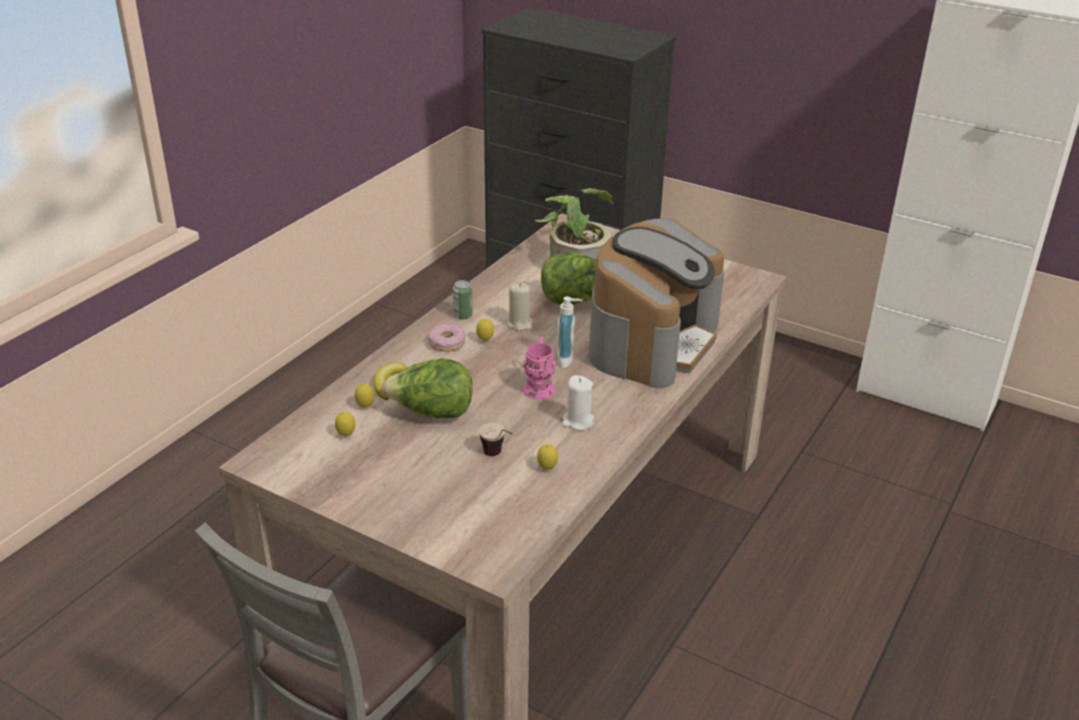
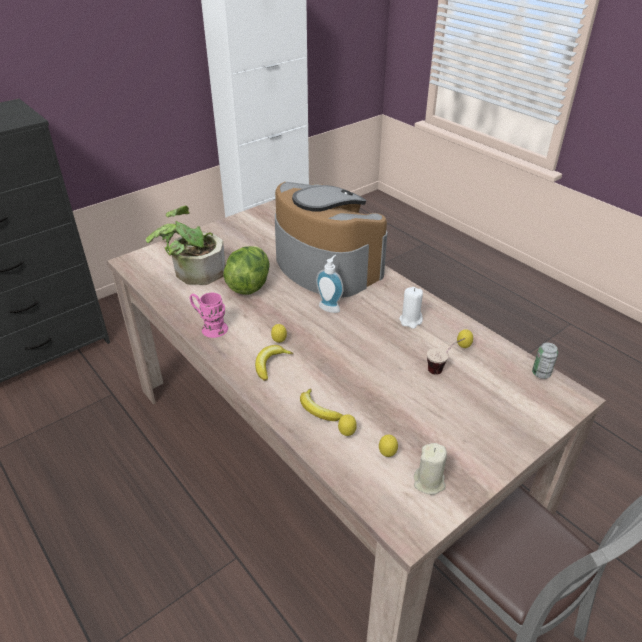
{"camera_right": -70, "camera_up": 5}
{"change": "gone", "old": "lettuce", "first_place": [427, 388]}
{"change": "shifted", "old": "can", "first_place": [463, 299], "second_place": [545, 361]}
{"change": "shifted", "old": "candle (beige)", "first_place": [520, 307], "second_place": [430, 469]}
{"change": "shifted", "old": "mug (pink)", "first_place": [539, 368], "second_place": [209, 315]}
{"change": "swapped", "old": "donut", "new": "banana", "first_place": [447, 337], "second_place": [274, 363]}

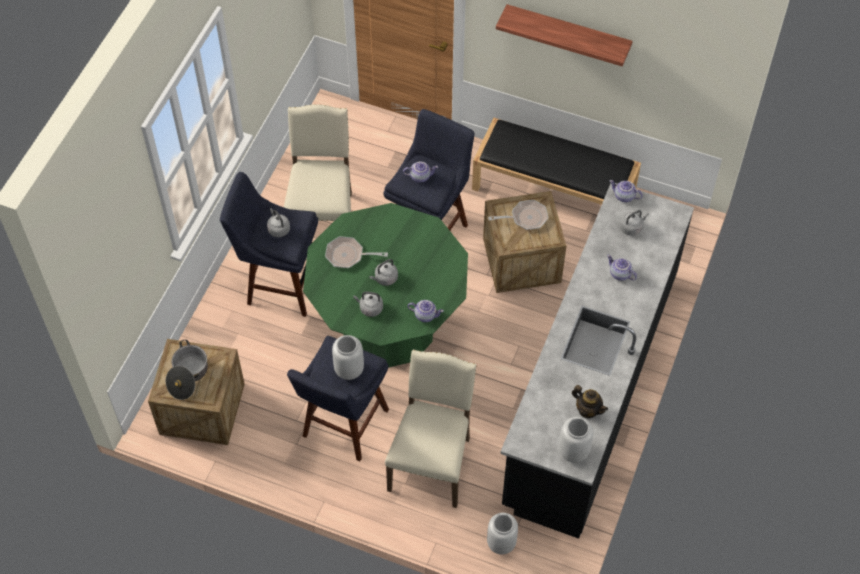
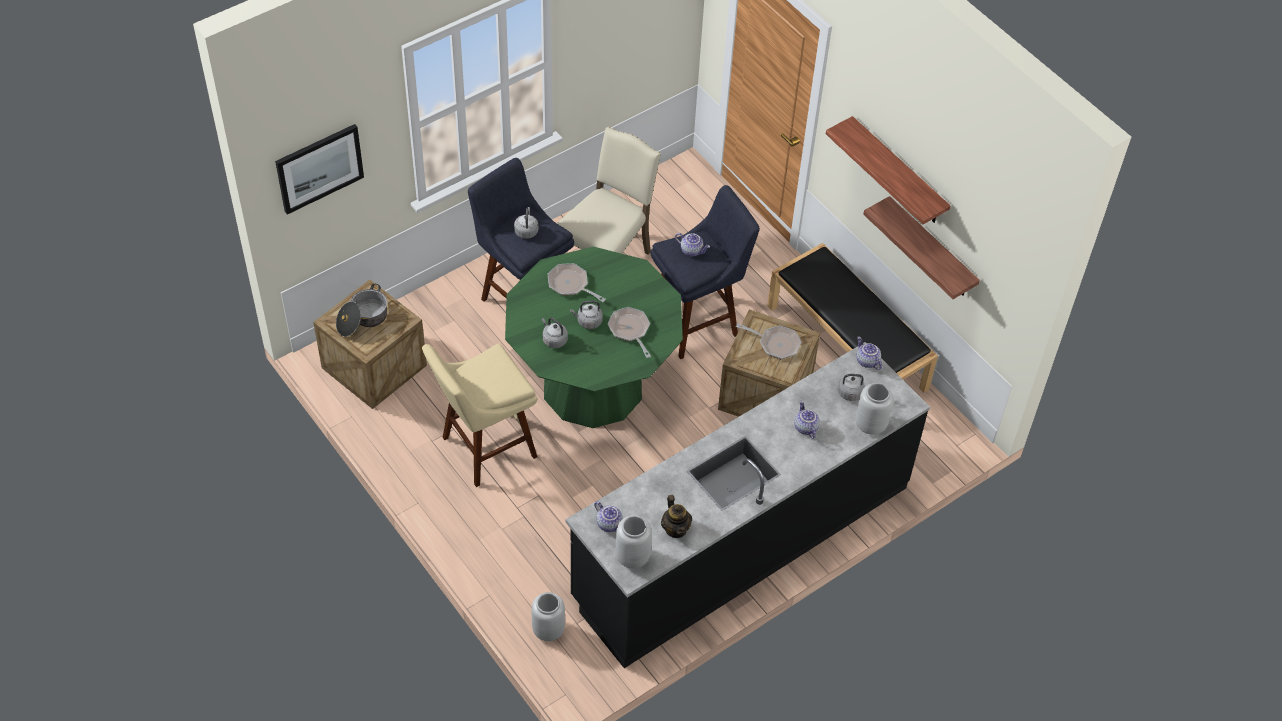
{"camera_right": 30, "camera_up": -5}
{"change": "gone", "old": "chair (beige)", "first_place": [430, 429]}
{"change": "new", "new": "picture", "second_place": [319, 169]}
{"change": "new", "new": "frying pan", "second_place": [629, 332]}
{"change": "new", "new": "shelf", "second_place": [921, 247]}
{"change": "shifted", "old": "vase (grey)", "first_place": [348, 357], "second_place": [875, 409]}
{"change": "shifted", "old": "teapot", "first_place": [426, 311], "second_place": [608, 517]}
{"change": "repainted", "old": "stool (blue)", "new": "stool (beige)", "first_place": [338, 399], "second_place": [479, 415]}

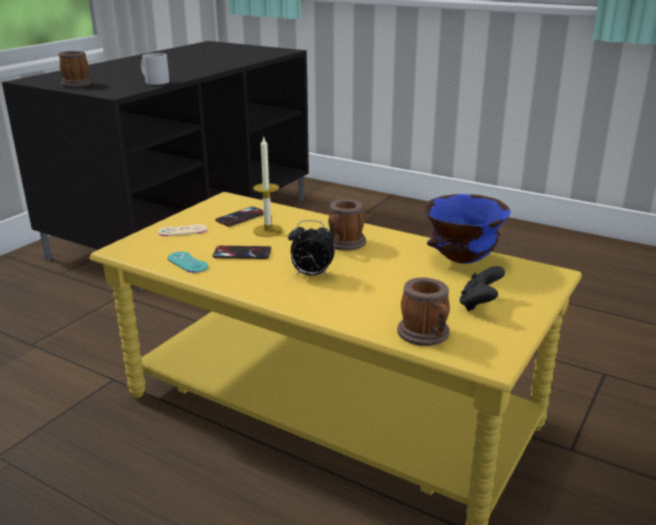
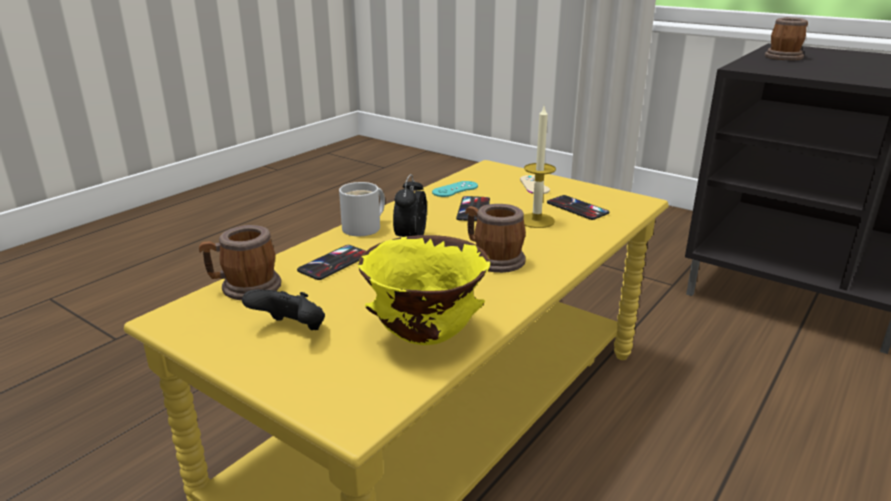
{"camera_right": 95, "camera_up": 0}
{"change": "new", "new": "phone", "second_place": [331, 262]}
{"change": "shifted", "old": "mug (white)", "first_place": [155, 69], "second_place": [362, 209]}
{"change": "repainted", "old": "bowl (blue)", "new": "bowl (yellow)", "first_place": [467, 229], "second_place": [424, 290]}

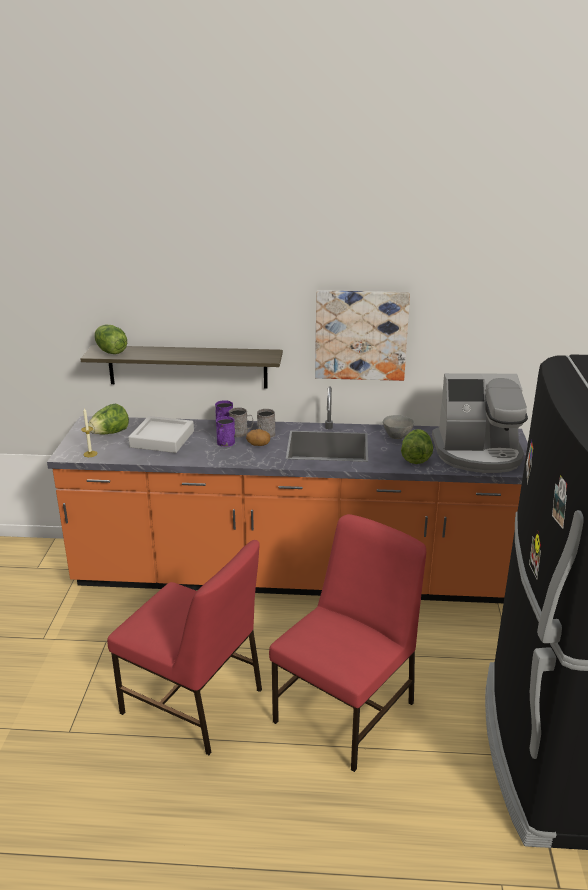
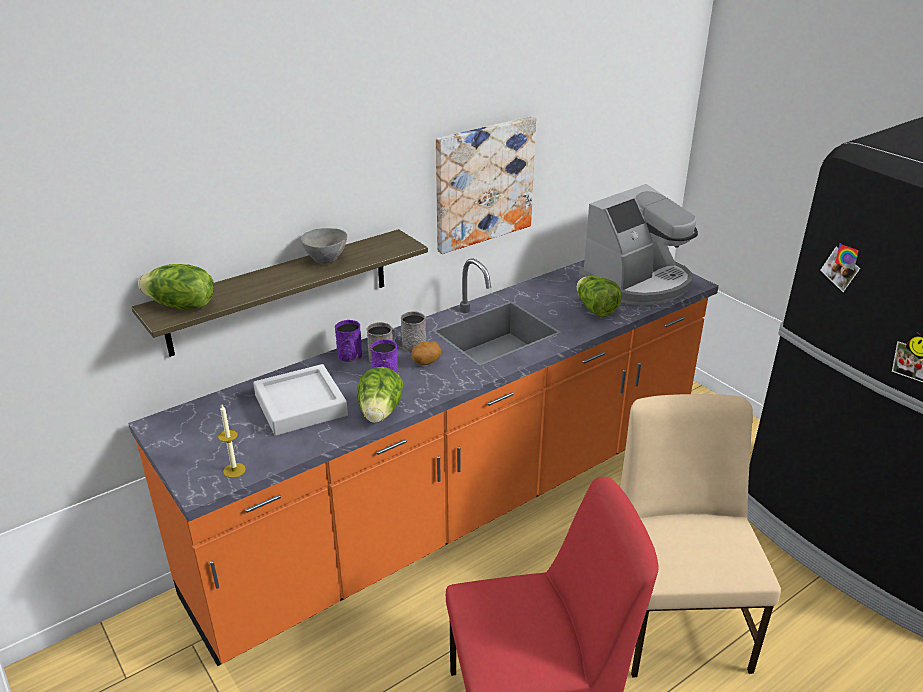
{"camera_right": -40, "camera_up": 5}
{"change": "shifted", "old": "lettuce", "first_place": [108, 419], "second_place": [380, 395]}
{"change": "shifted", "old": "bowl (grey)", "first_place": [398, 427], "second_place": [324, 246]}
{"change": "repainted", "old": "chair (red)", "new": "chair (beige)", "first_place": [347, 643], "second_place": [700, 535]}

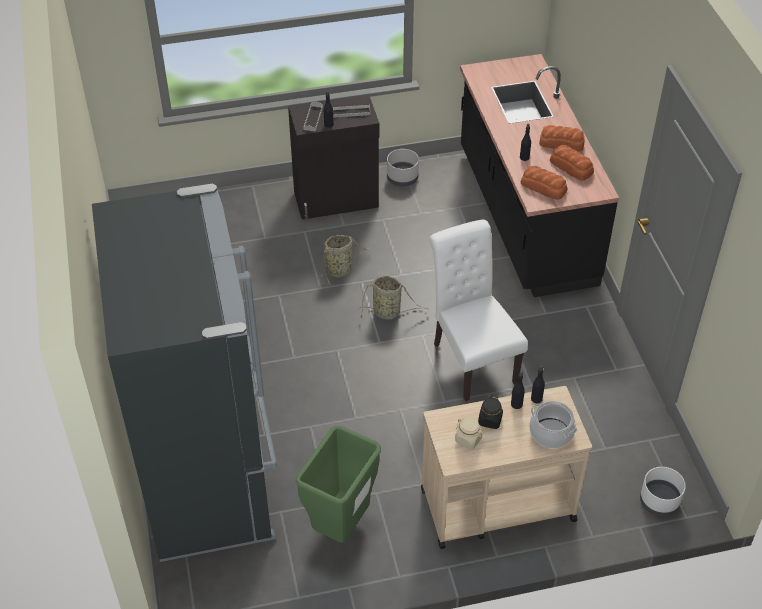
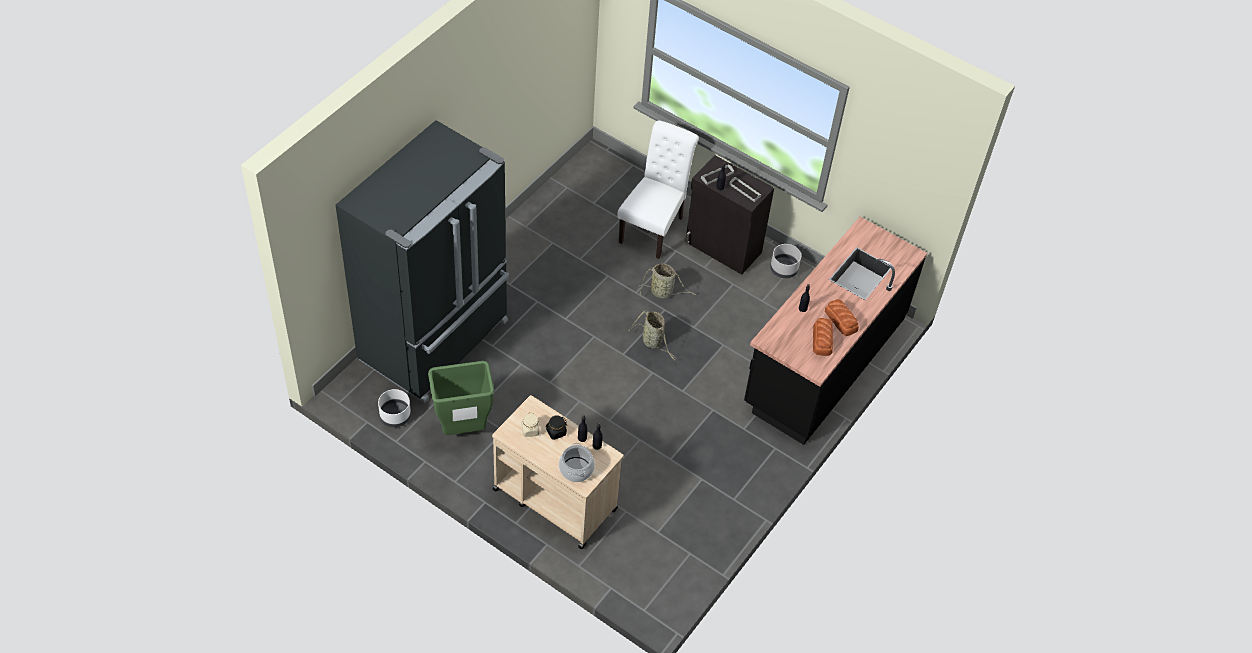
{"camera_right": 45, "camera_up": 5}
{"change": "gone", "old": "bread", "first_place": [544, 182]}
{"change": "shifted", "old": "chair (white)", "first_place": [478, 310], "second_place": [658, 189]}
{"change": "shifted", "old": "planter (white)", "first_place": [663, 491], "second_place": [394, 408]}

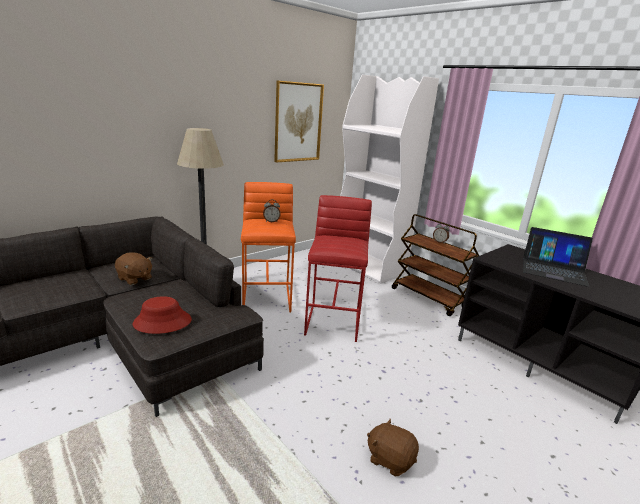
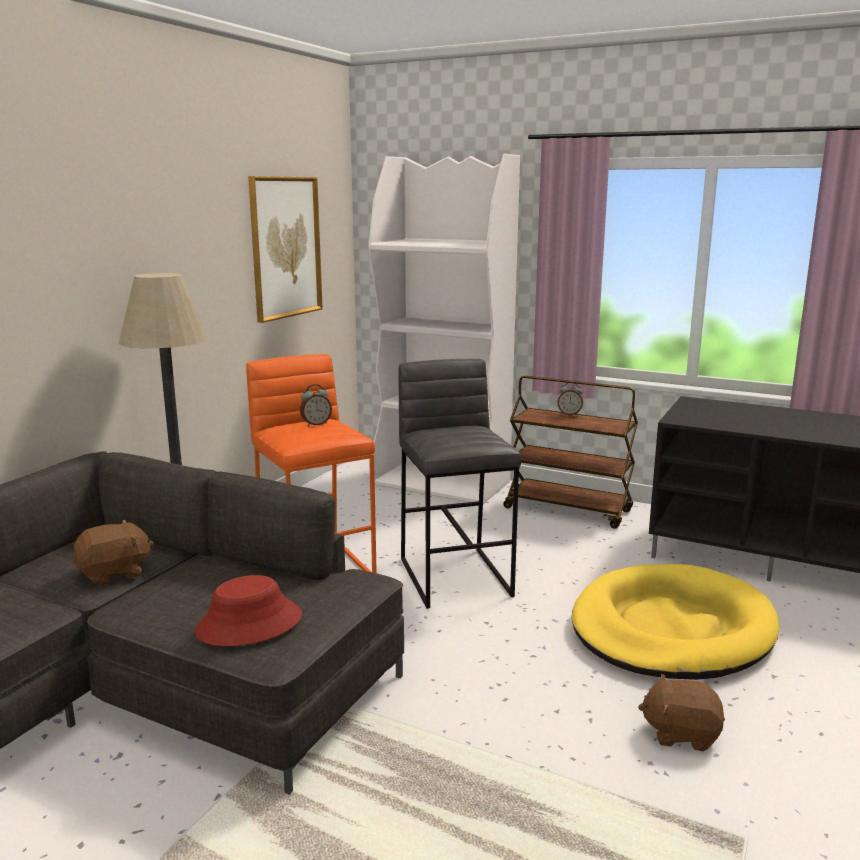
{"camera_right": -20, "camera_up": -5}
{"change": "gone", "old": "laptop", "first_place": [558, 257]}
{"change": "new", "new": "dog bed (yellow)", "second_place": [675, 622]}
{"change": "repainted", "old": "stool (red)", "new": "stool (grey)", "first_place": [338, 268], "second_place": [459, 484]}
{"change": "rotated", "old": "plush toy (brown)", "first_place": [134, 268], "second_place": [113, 553], "degrees": -45}

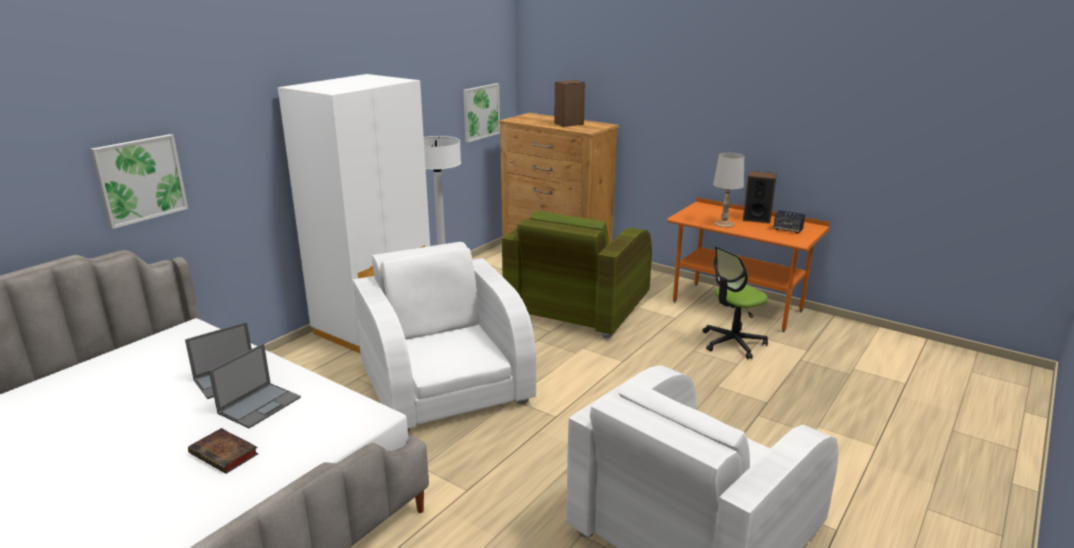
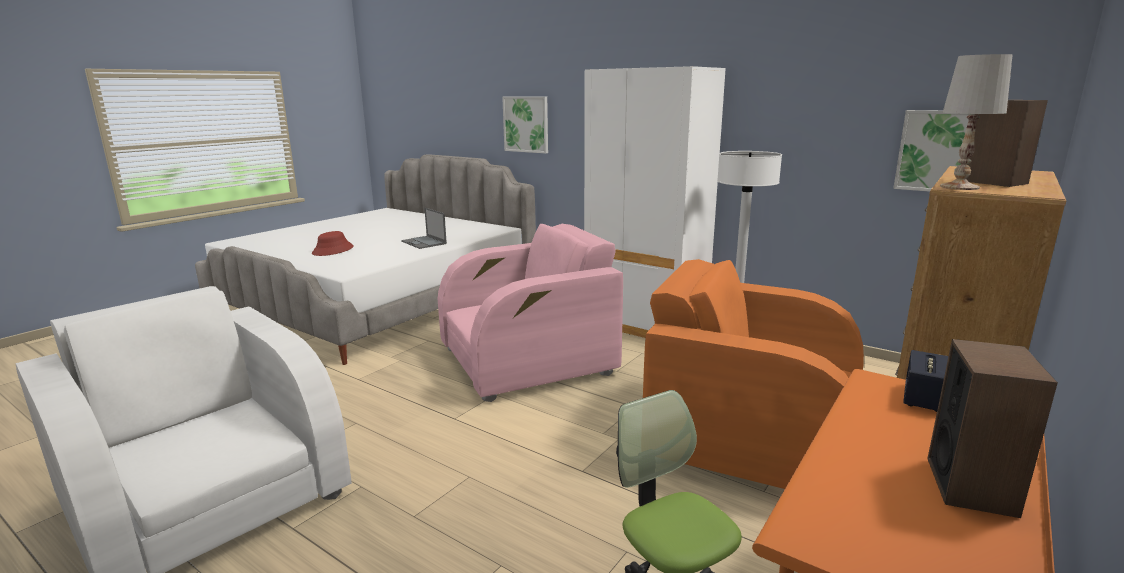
{"camera_right": 90, "camera_up": -5}
{"change": "gone", "old": "laptop", "first_place": [255, 386]}
{"change": "shifted", "old": "table lamp (white)", "first_place": [728, 190], "second_place": [976, 122]}
{"change": "shifted", "old": "speaker", "first_place": [789, 221], "second_place": [925, 381]}
{"change": "swapped", "old": "book", "new": "hat (red)", "first_place": [223, 451], "second_place": [332, 243]}
{"change": "repainted", "old": "armchair (white)", "new": "armchair (pink)", "first_place": [444, 337], "second_place": [530, 313]}
{"change": "repainted", "old": "armchair (green)", "new": "armchair (orange)", "first_place": [577, 274], "second_place": [753, 374]}

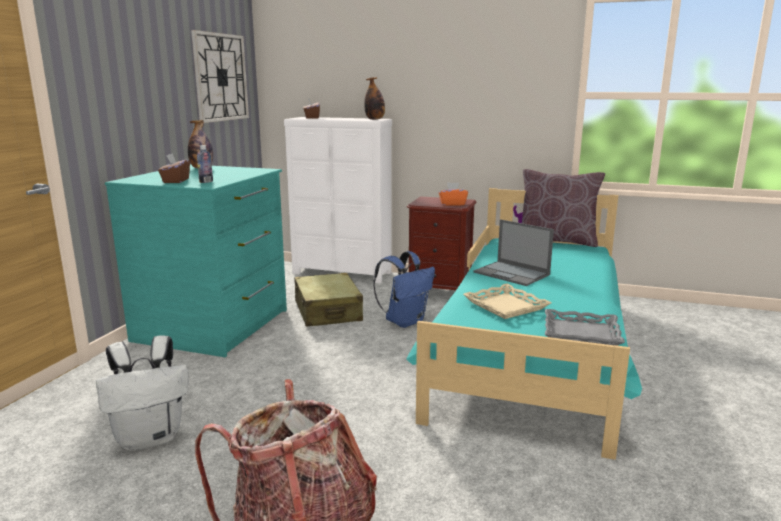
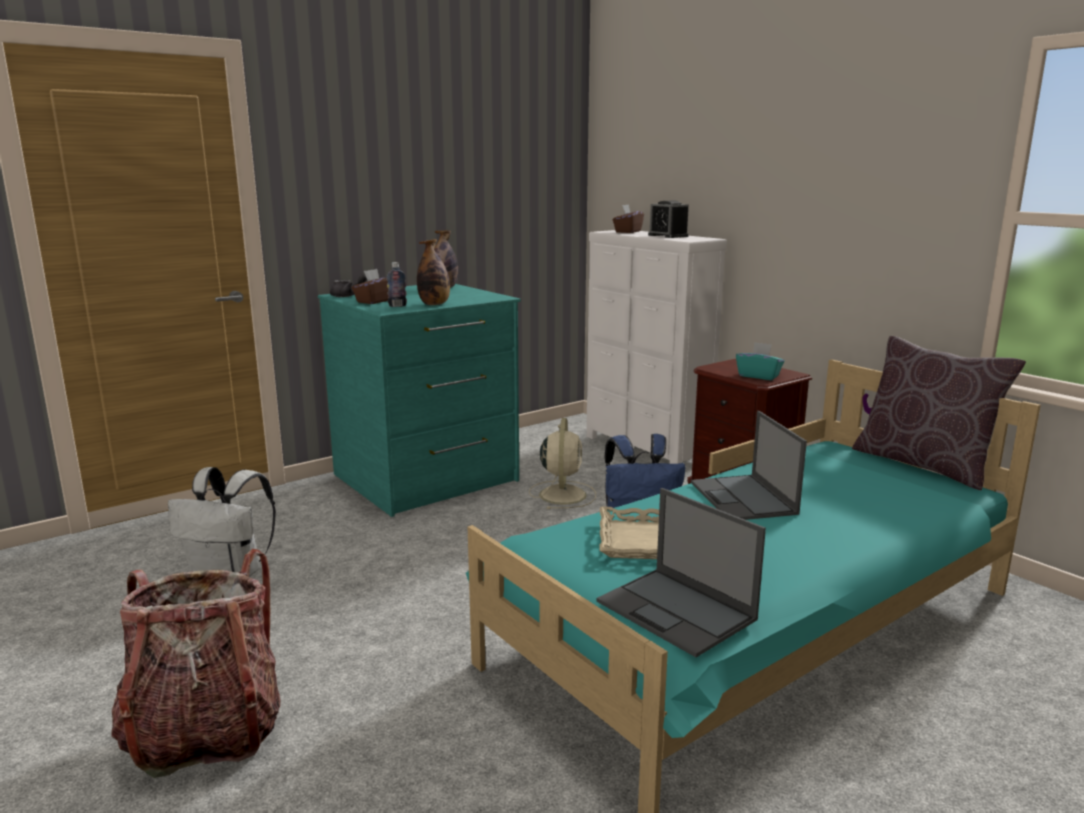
{"camera_right": 35, "camera_up": 0}
{"change": "gone", "old": "wall clock", "first_place": [220, 76]}
{"change": "new", "new": "teapot (grey)", "second_place": [348, 285]}
{"change": "new", "new": "alarm clock", "second_place": [668, 219]}
{"change": "shifted", "old": "bottle", "first_place": [374, 98], "second_place": [433, 272]}
{"change": "swapped", "old": "suitcase (beige)", "new": "fan (beige)", "first_place": [328, 300], "second_place": [562, 463]}
{"change": "swapped", "old": "tray (grey)", "new": "laptop", "first_place": [585, 327], "second_place": [681, 572]}
{"change": "repainted", "old": "tissue box (orange)", "new": "tissue box (turquoise)", "first_place": [453, 194], "second_place": [760, 361]}

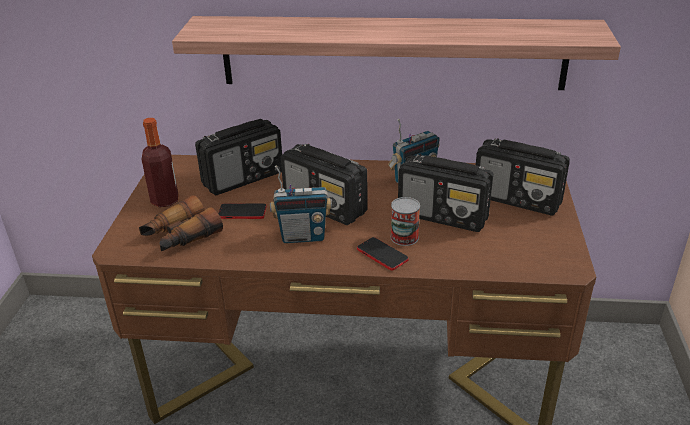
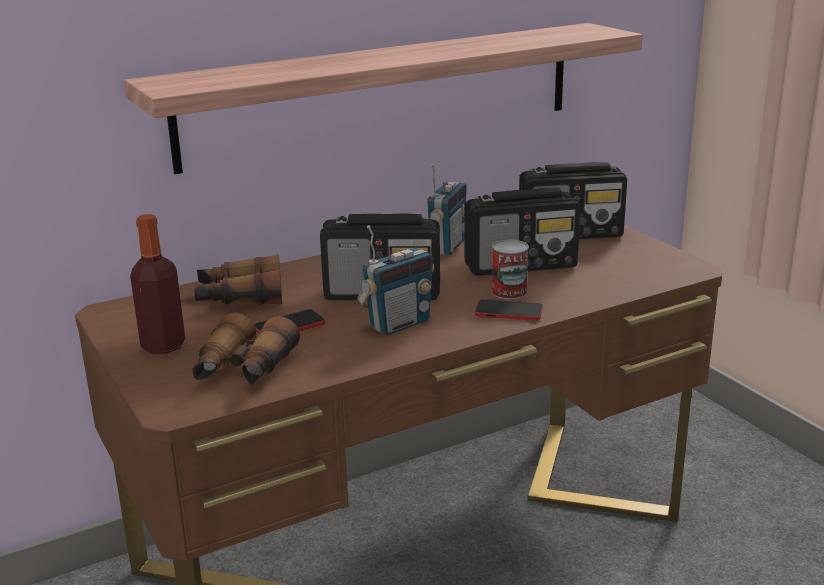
{"camera_right": -35, "camera_up": -10}
{"change": "swapped", "old": "radio", "new": "binoculars", "first_place": [238, 157], "second_place": [238, 279]}

